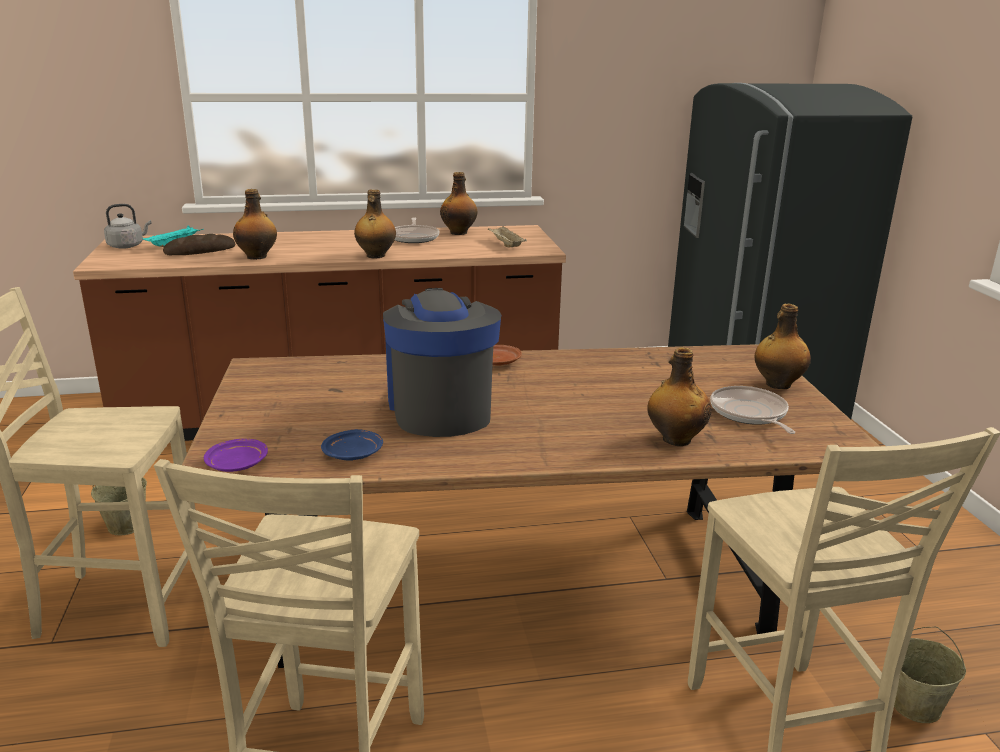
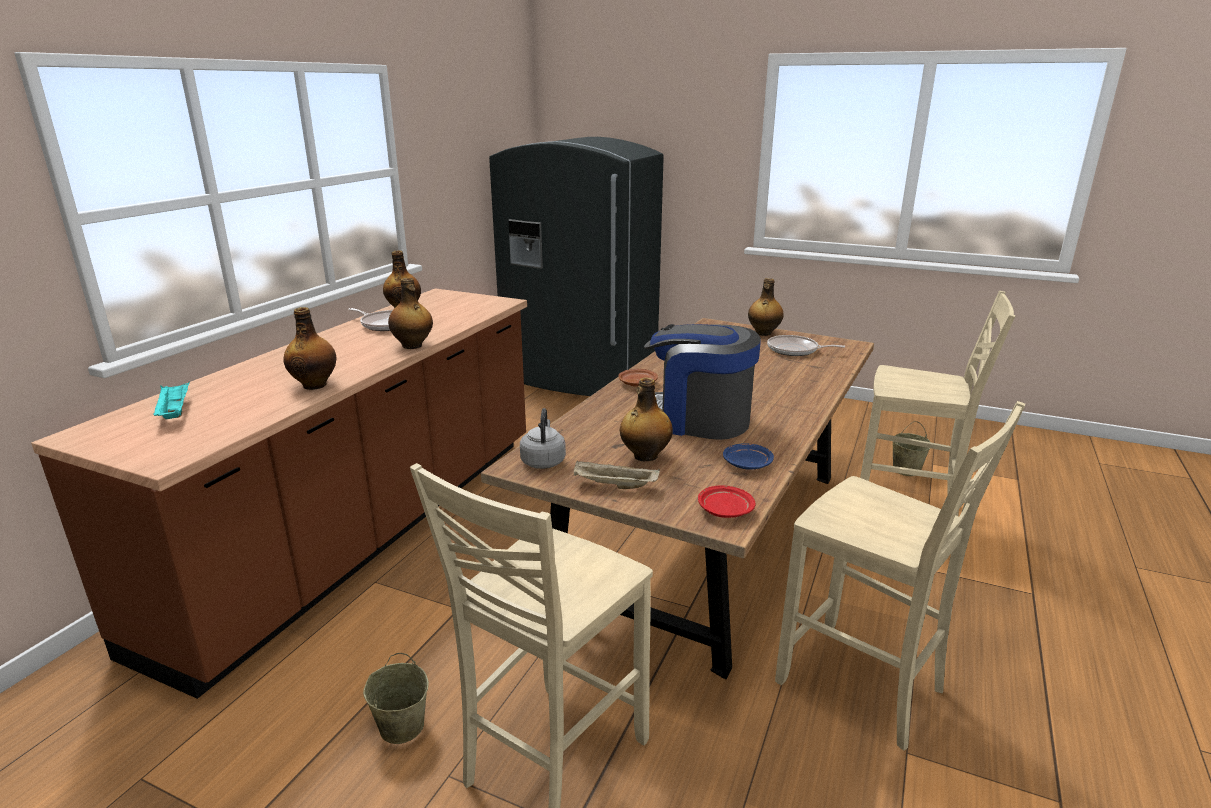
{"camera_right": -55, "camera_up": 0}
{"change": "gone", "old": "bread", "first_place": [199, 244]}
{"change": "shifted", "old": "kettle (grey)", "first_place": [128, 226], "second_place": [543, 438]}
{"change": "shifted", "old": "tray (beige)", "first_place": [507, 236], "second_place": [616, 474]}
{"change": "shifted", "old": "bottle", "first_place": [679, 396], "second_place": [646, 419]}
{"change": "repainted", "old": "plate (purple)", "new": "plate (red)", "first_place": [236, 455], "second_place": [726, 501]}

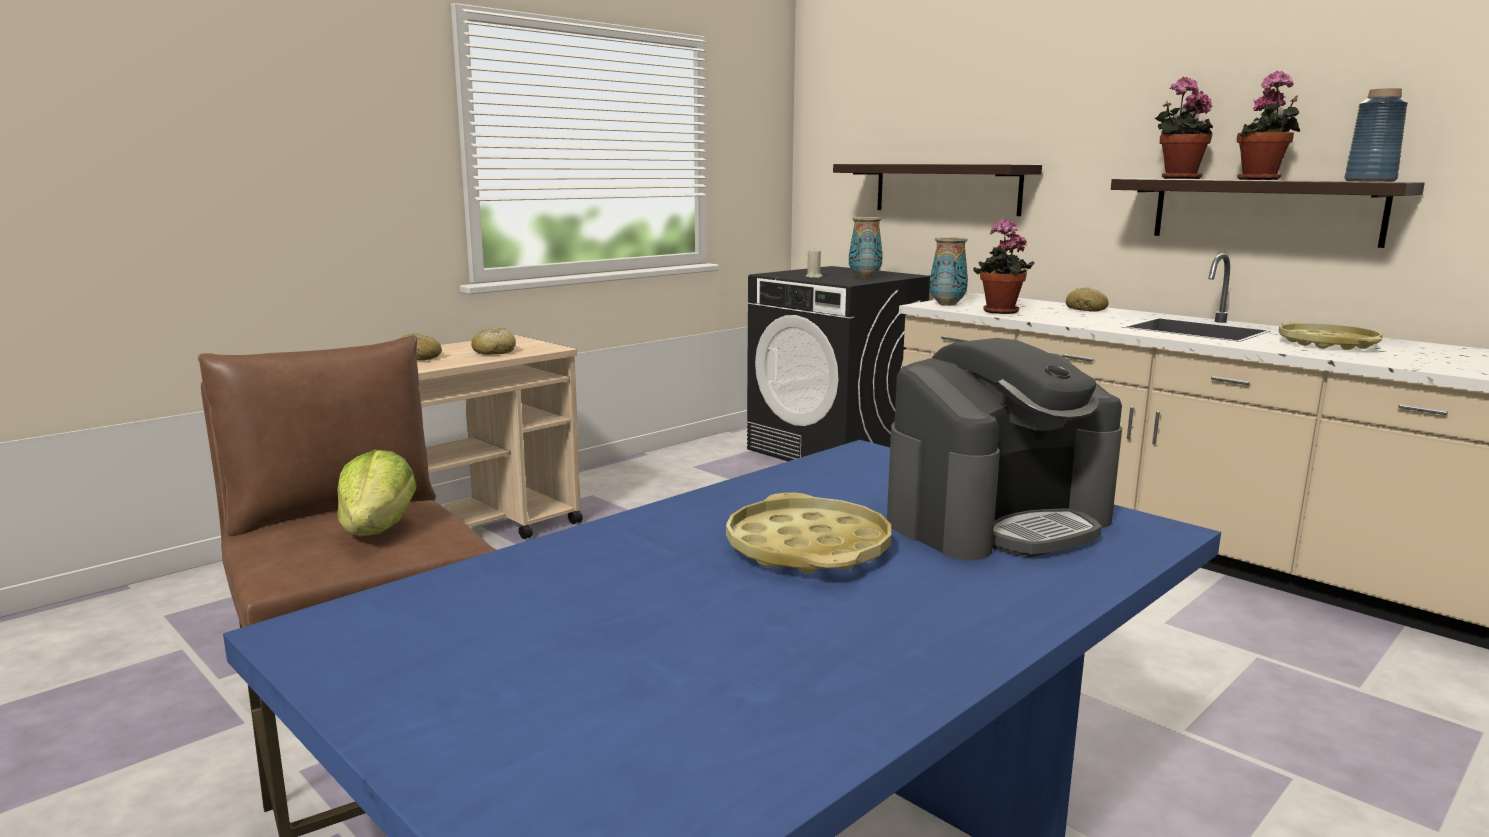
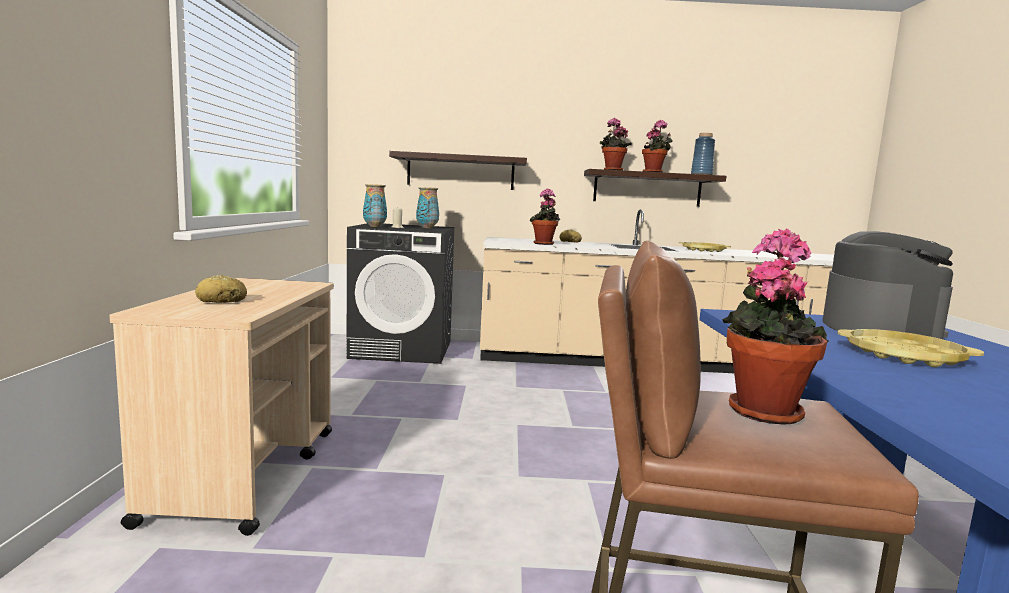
{"camera_right": -45, "camera_up": -5}
{"change": "gone", "old": "bread", "first_place": [493, 341]}
{"change": "shifted", "old": "vase", "first_place": [949, 271], "second_place": [375, 205]}
{"change": "swapped", "old": "lettuce", "new": "potted plant", "first_place": [376, 493], "second_place": [775, 326]}

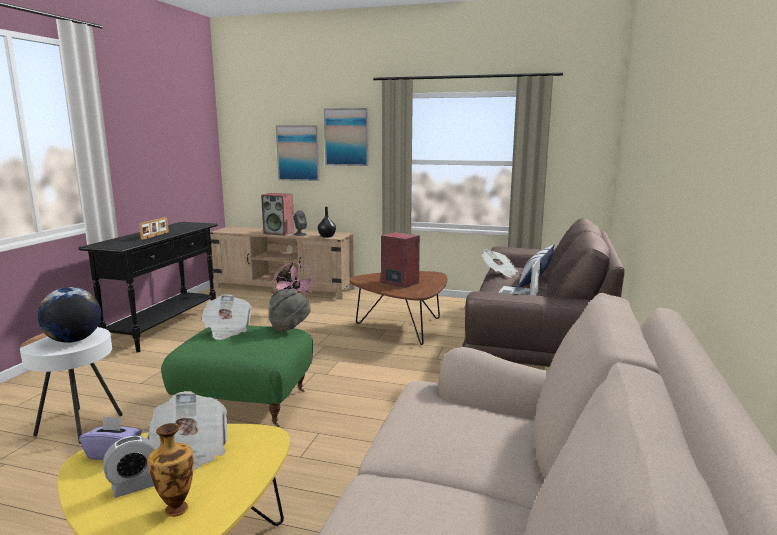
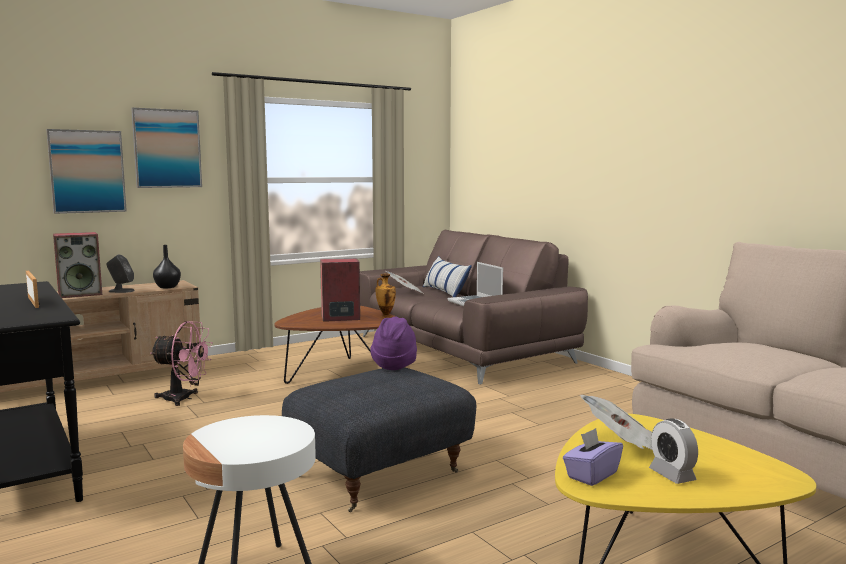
{"camera_right": -50, "camera_up": -5}
{"change": "gone", "old": "globe", "first_place": [69, 315]}
{"change": "gone", "old": "newspaper", "first_place": [226, 317]}
{"change": "shifted", "old": "vase", "first_place": [171, 470], "second_place": [386, 296]}
{"change": "repainted", "old": "ottoman (green)", "new": "ottoman (grey)", "first_place": [237, 376], "second_place": [379, 439]}
{"change": "repainted", "old": "hat (grey)", "new": "hat (purple)", "first_place": [290, 310], "second_place": [394, 343]}
{"change": "rotated", "old": "alarm clock", "first_place": [129, 467], "second_place": [673, 451], "degrees": 150}

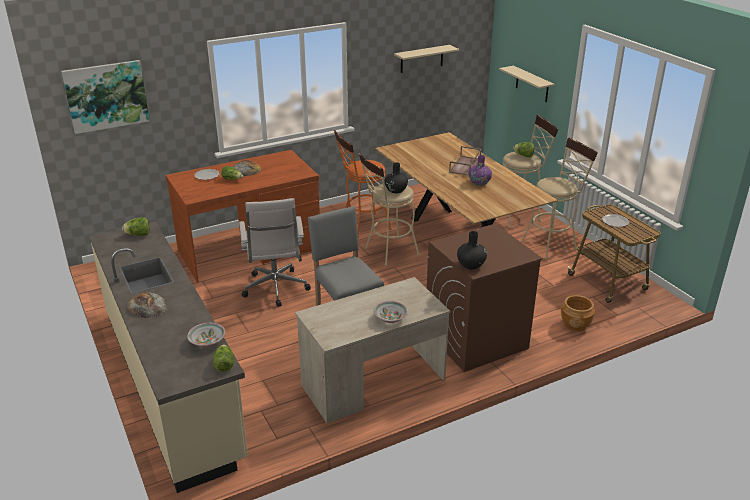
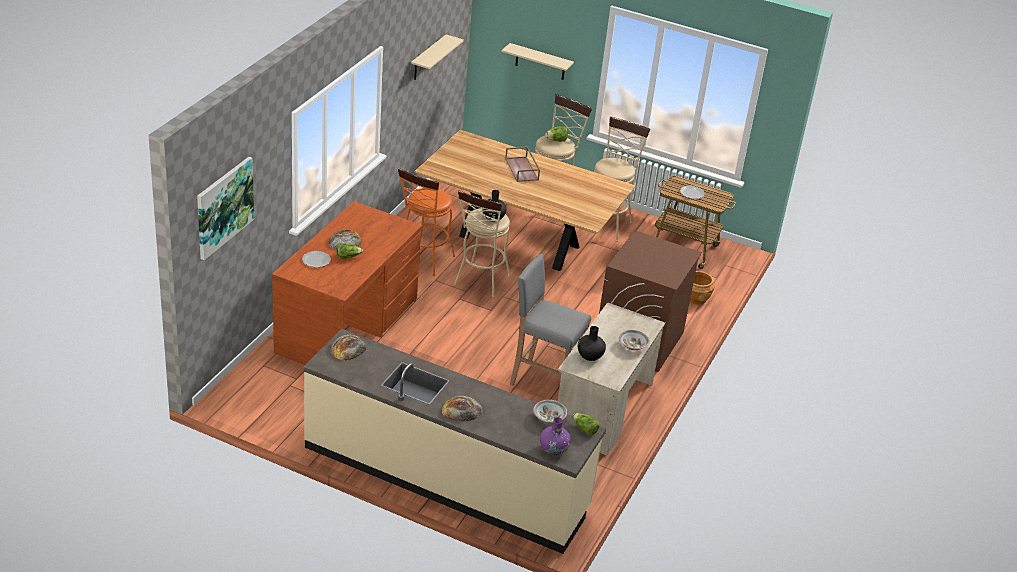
{"camera_right": -40, "camera_up": 5}
{"change": "gone", "old": "office chair (white)", "first_place": [275, 252]}
{"change": "shifted", "old": "vase (black)", "first_place": [472, 250], "second_place": [592, 343]}
{"change": "shifted", "old": "vase (purple)", "first_place": [480, 170], "second_place": [555, 436]}
{"change": "swapped", "old": "lettuce", "new": "bread", "first_place": [136, 226], "second_place": [348, 347]}

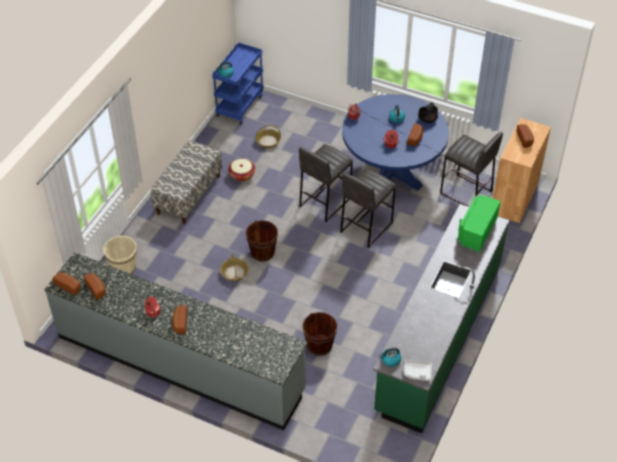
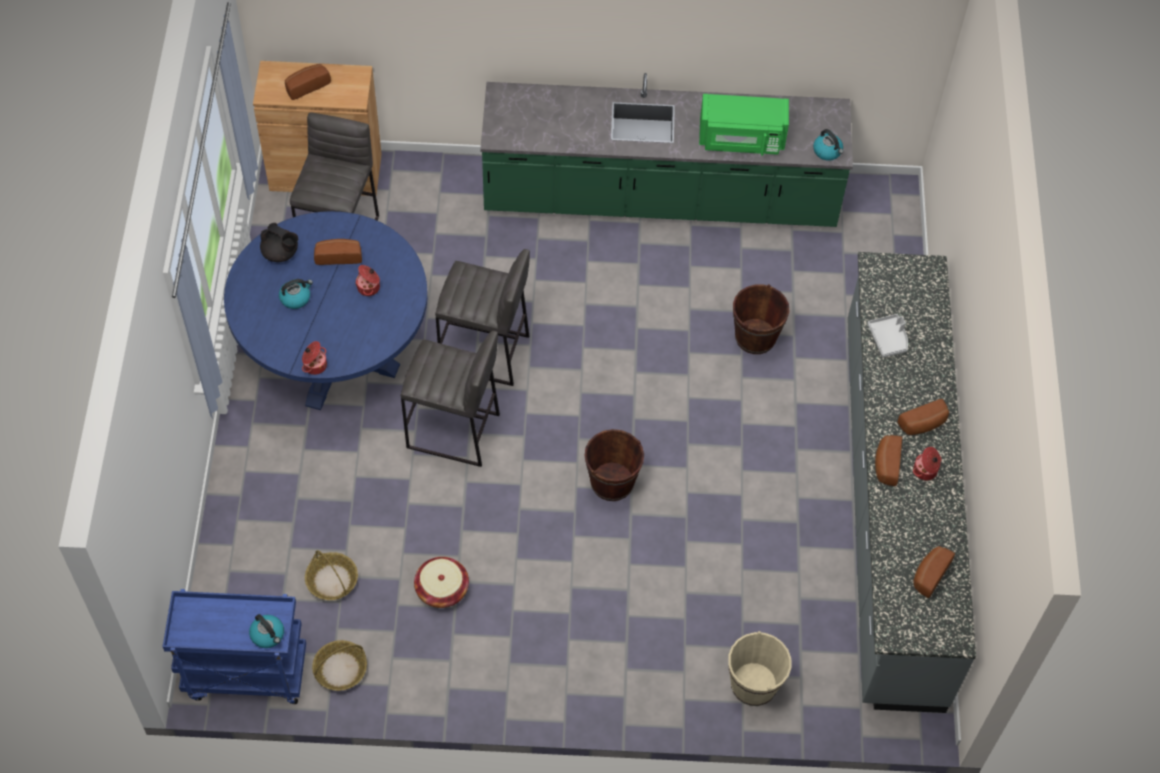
{"camera_right": -115, "camera_up": 10}
{"change": "gone", "old": "bench", "first_place": [186, 182]}
{"change": "shifted", "old": "bread", "first_place": [67, 283], "second_place": [888, 460]}
{"change": "shifted", "old": "basket", "first_place": [234, 266], "second_place": [339, 665]}
{"change": "shifted", "old": "tray (grey)", "first_place": [418, 370], "second_place": [887, 335]}
{"change": "shifted", "old": "microwave (green)", "first_place": [479, 223], "second_place": [744, 125]}

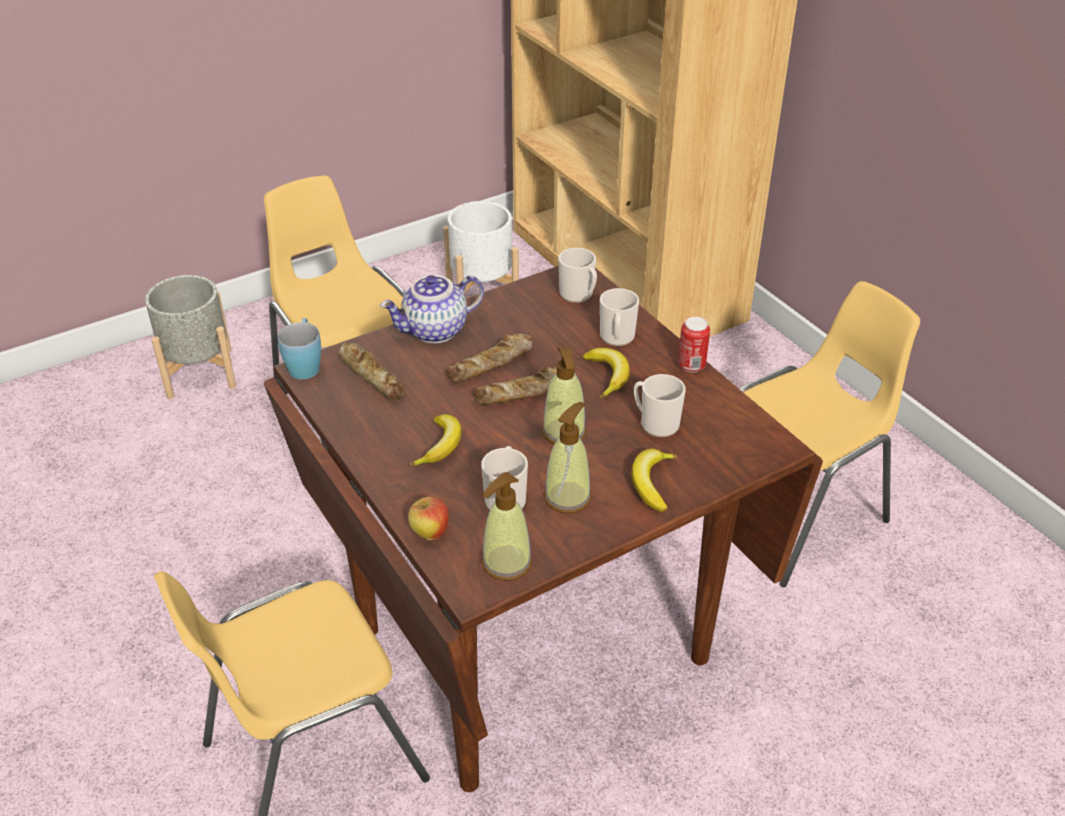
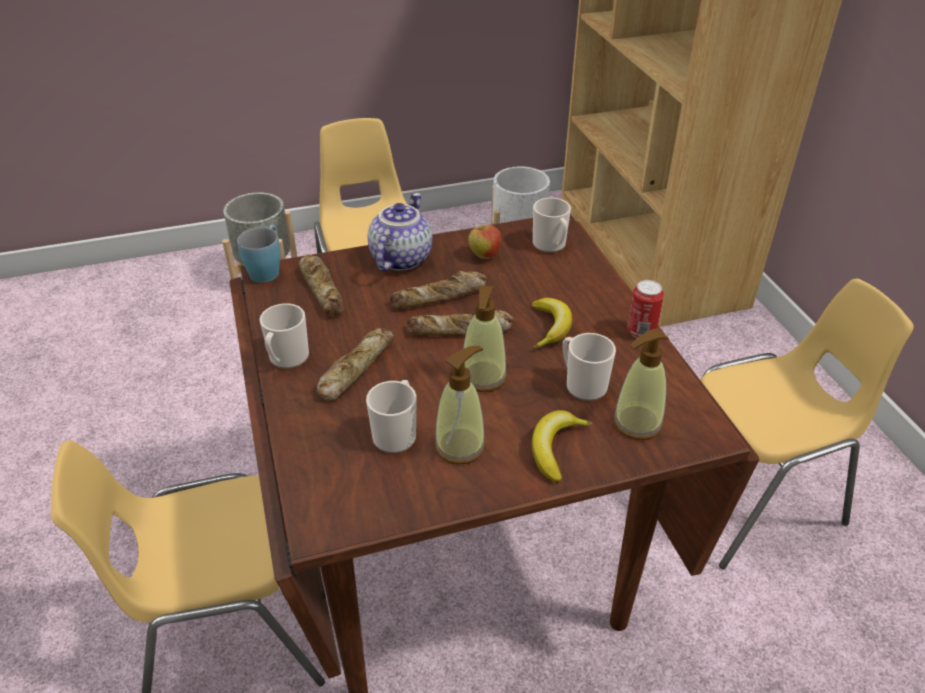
{"camera_right": 15, "camera_up": 0}
{"change": "shifted", "old": "apple", "first_place": [428, 518], "second_place": [484, 241]}
{"change": "shifted", "old": "soap dispenser", "first_place": [507, 526], "second_place": [641, 384]}
{"change": "shifted", "old": "mug", "first_place": [619, 317], "second_place": [284, 336]}
{"change": "swapped", "old": "banana", "new": "bread", "first_place": [436, 440], "second_place": [356, 364]}
{"change": "rotated", "old": "teapot", "first_place": [432, 309], "second_place": [400, 232], "degrees": 120}

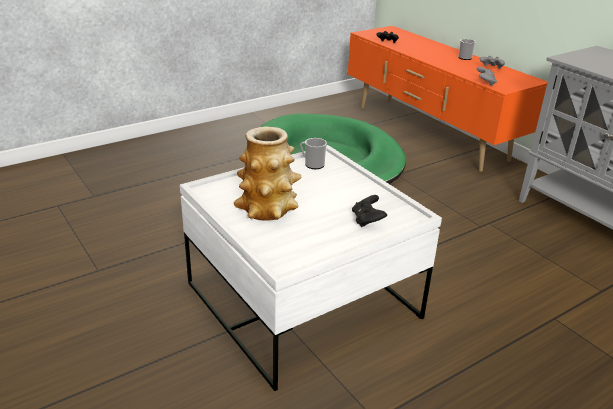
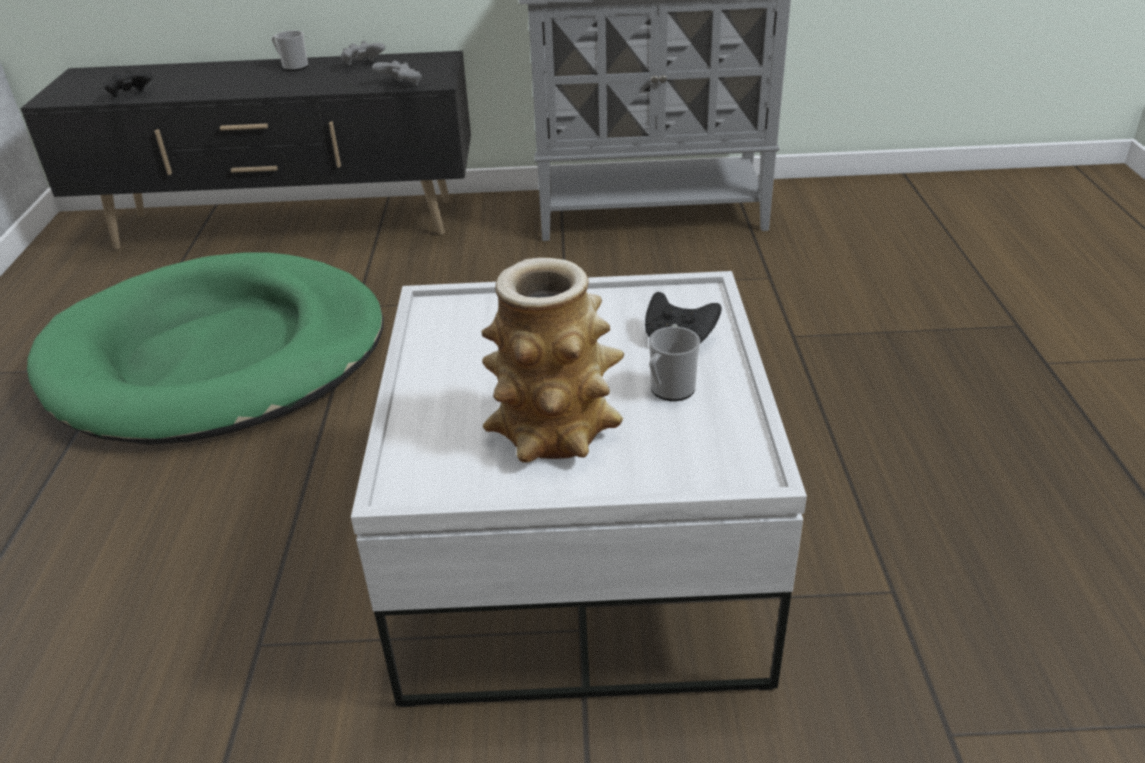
{"camera_right": -55, "camera_up": 5}
{"change": "shifted", "old": "mug", "first_place": [313, 153], "second_place": [674, 364]}
{"change": "repainted", "old": "tv stand (orange)", "new": "tv stand (black)", "first_place": [448, 99], "second_place": [245, 150]}

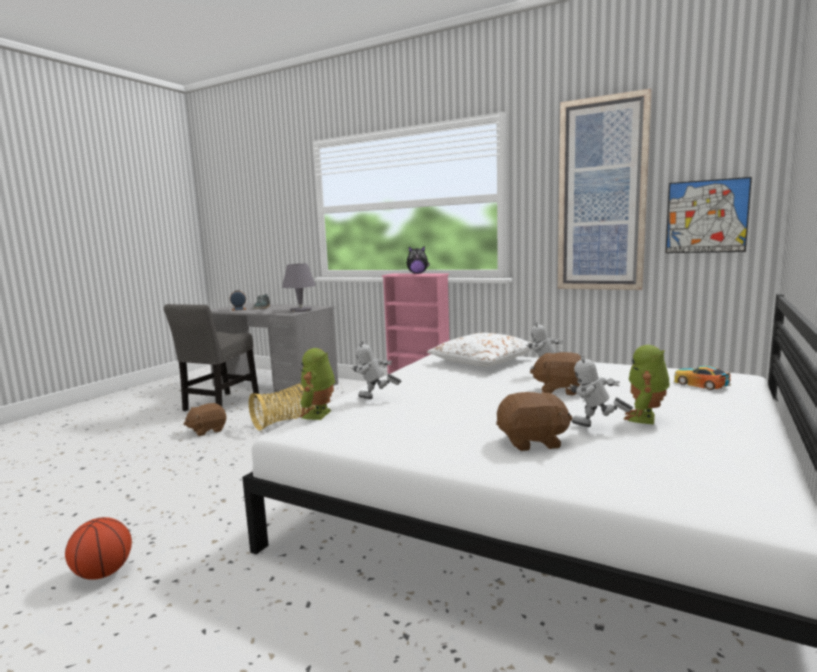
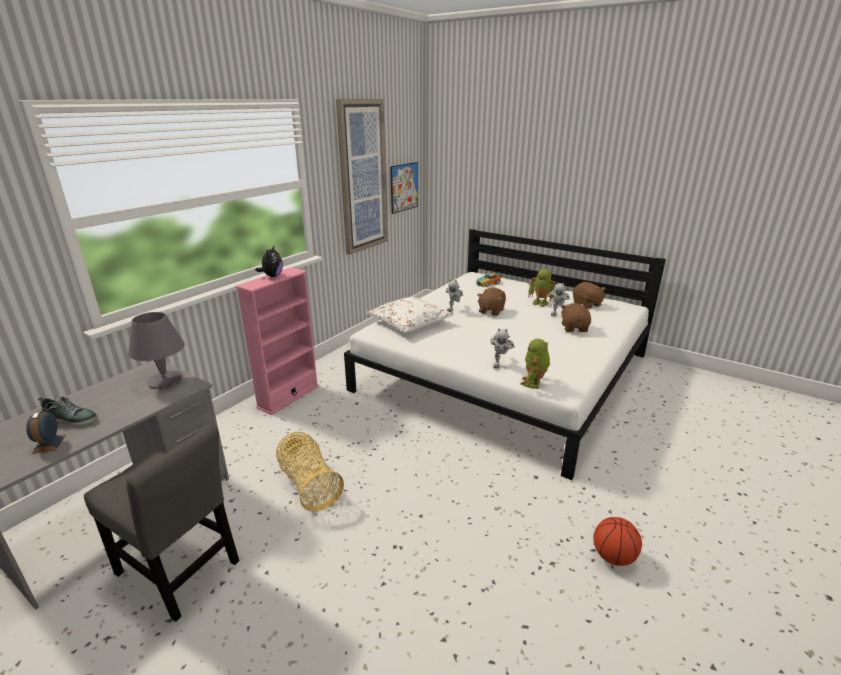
{"camera_right": -85, "camera_up": 15}
{"change": "shifted", "old": "plush toy (brown)", "first_place": [205, 419], "second_place": [589, 295]}
{"change": "rotated", "old": "toy robot", "first_place": [317, 384], "second_place": [535, 364], "degrees": 90}

